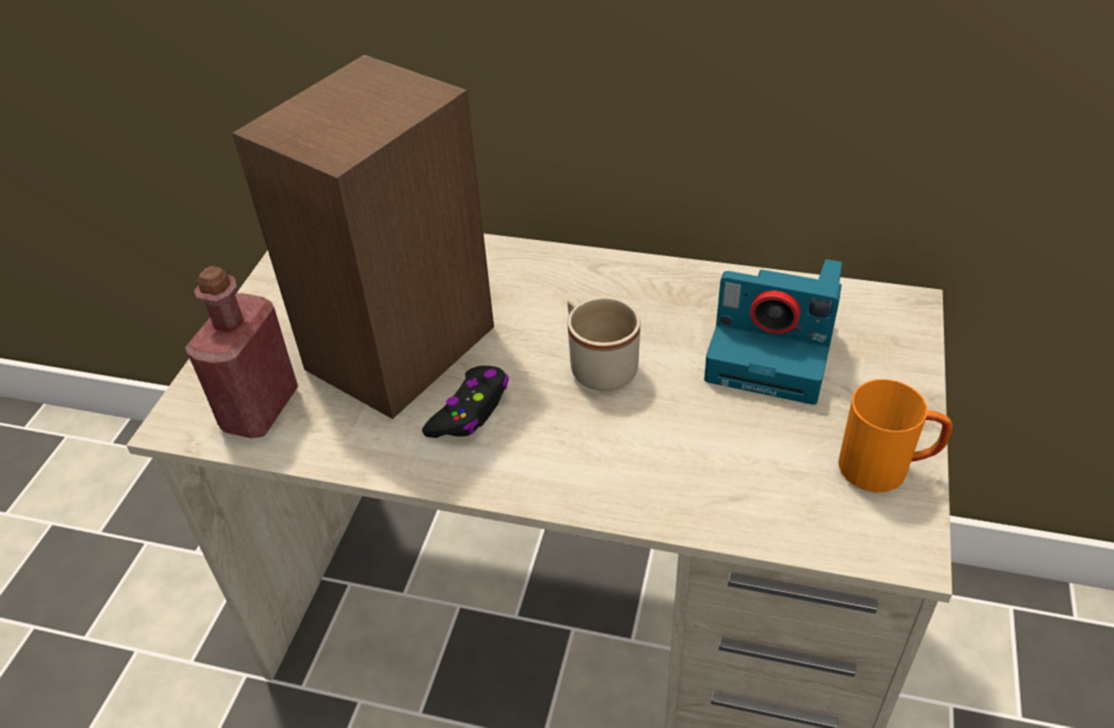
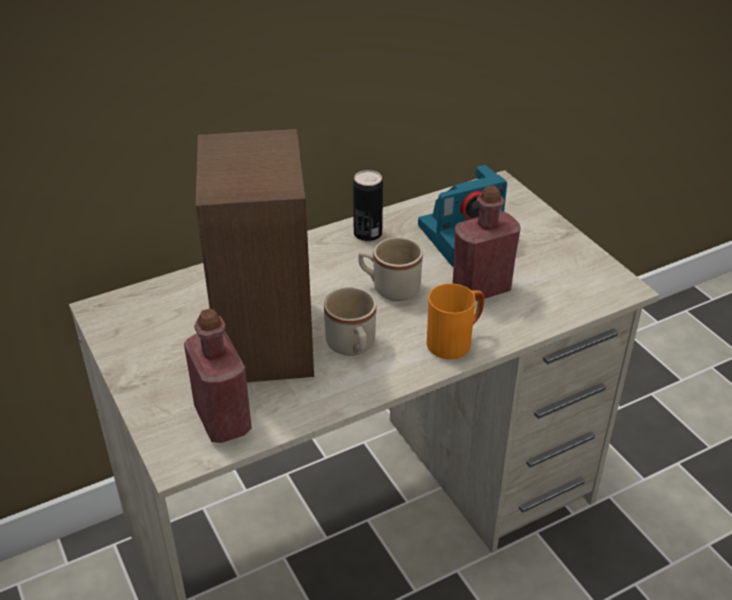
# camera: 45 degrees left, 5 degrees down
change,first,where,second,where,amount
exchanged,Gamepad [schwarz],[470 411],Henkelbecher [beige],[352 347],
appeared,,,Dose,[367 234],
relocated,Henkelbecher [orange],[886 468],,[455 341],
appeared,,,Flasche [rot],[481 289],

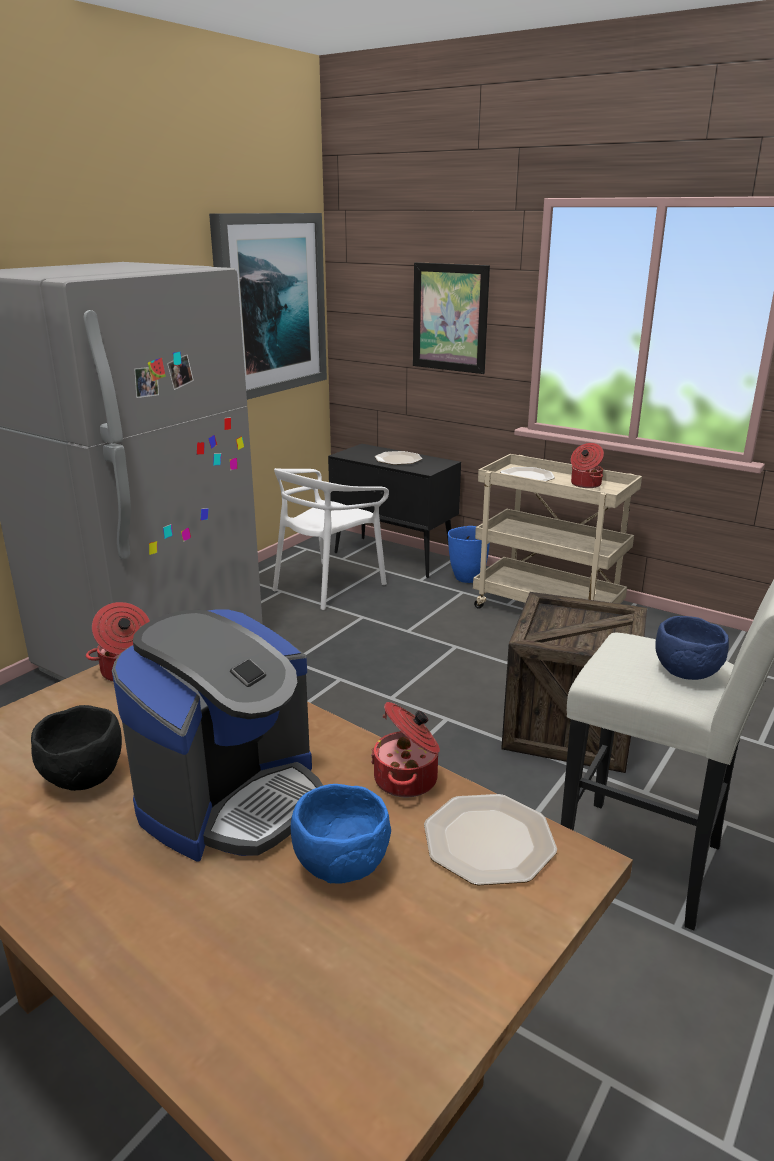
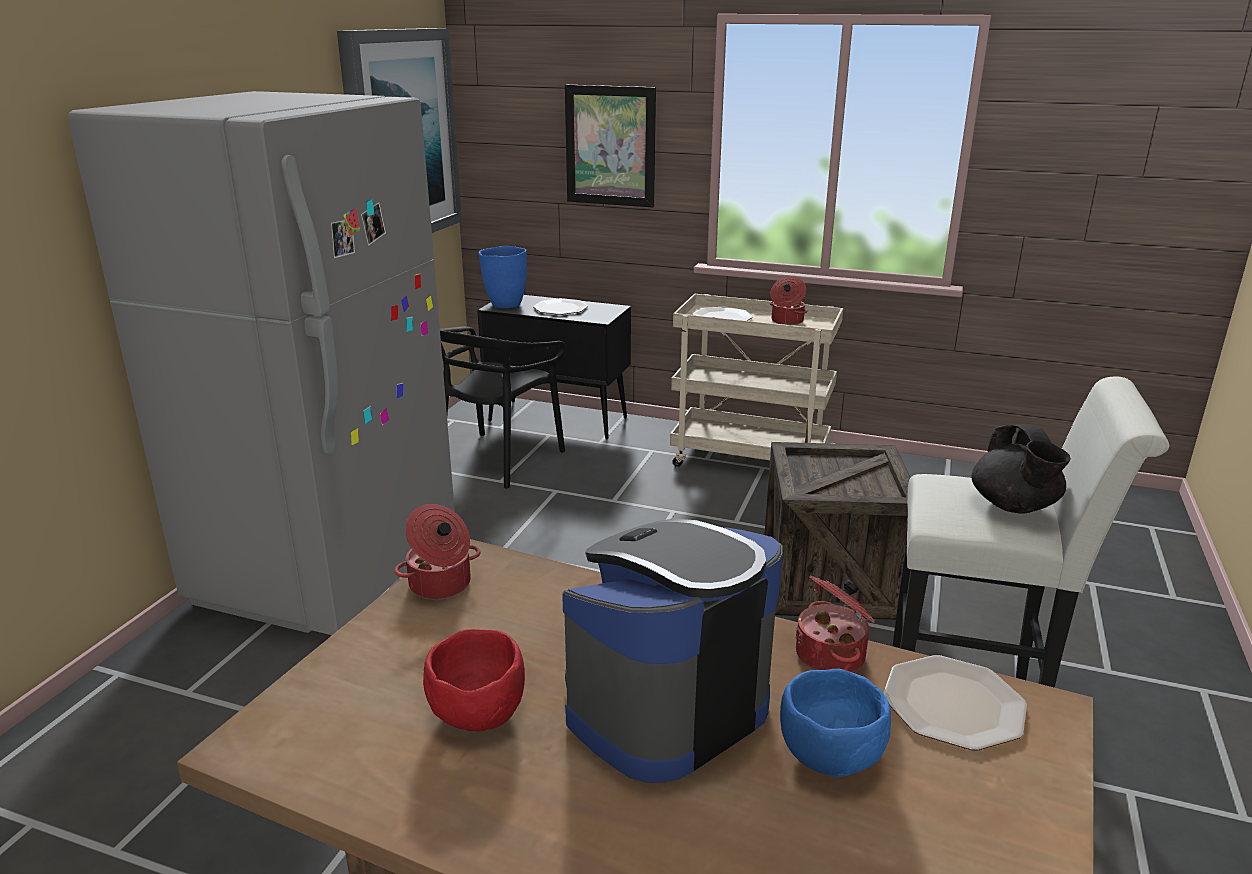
# camera: 15 degrees left, 0 degrees up
change,first,where,second,where,amount
colour,Schüssel [schwarz],[82 776],Schüssel [rot],[476 713],
colour,Stuhl [weiß],[328 585],Stuhl [schwarz],[499 460],
relocated,Vase [blau],[467 578],,[505 305],
spun,Kaffeemaschine,[231 798],,[664 708],150 degrees counterclockwise
exchanged,Schüssel [blau],[685 673],Teekanne [schwarz],[1014 506],

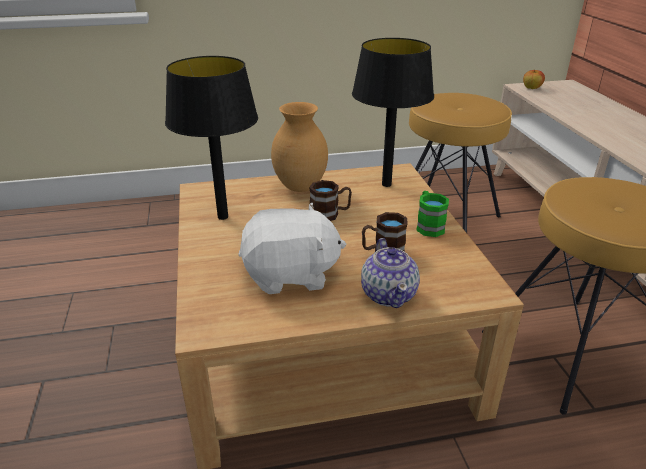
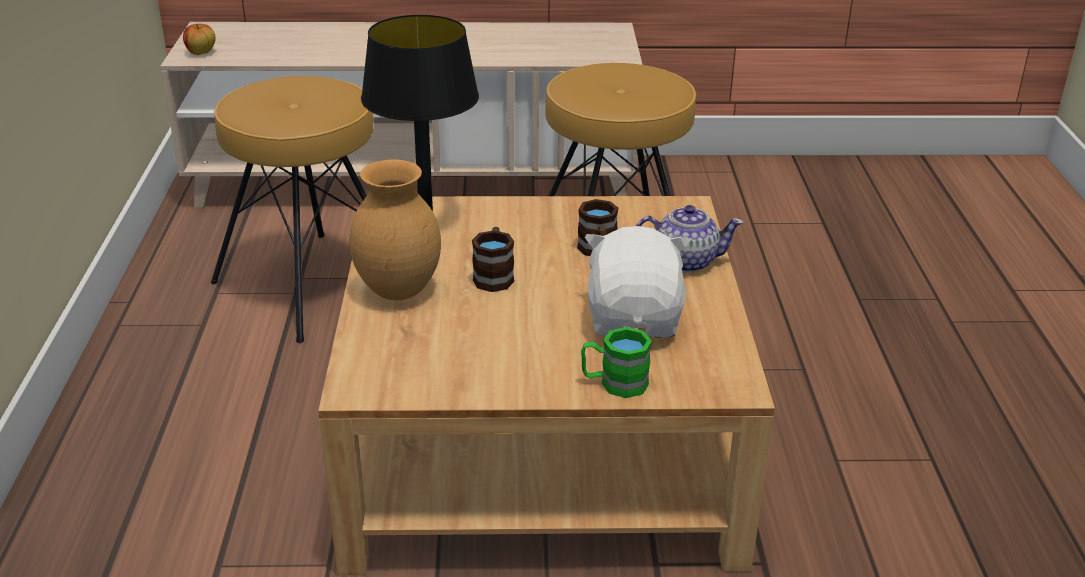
# camera: 80 degrees left, 0 degrees up
change,first,where,second,where,amount
relocated,Henkelbecher [grün],[428 225],,[614 383],
missing,Tischlampe [schwarz],[222 217],,,

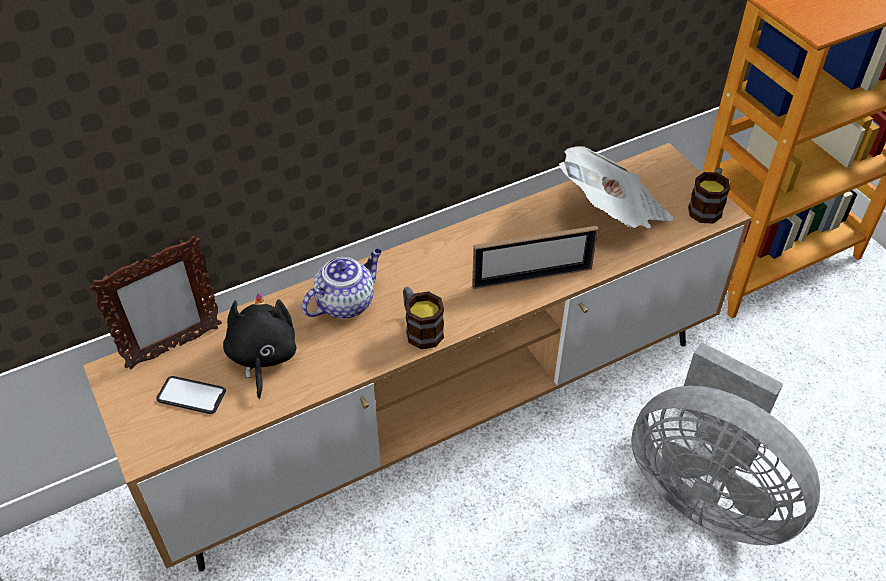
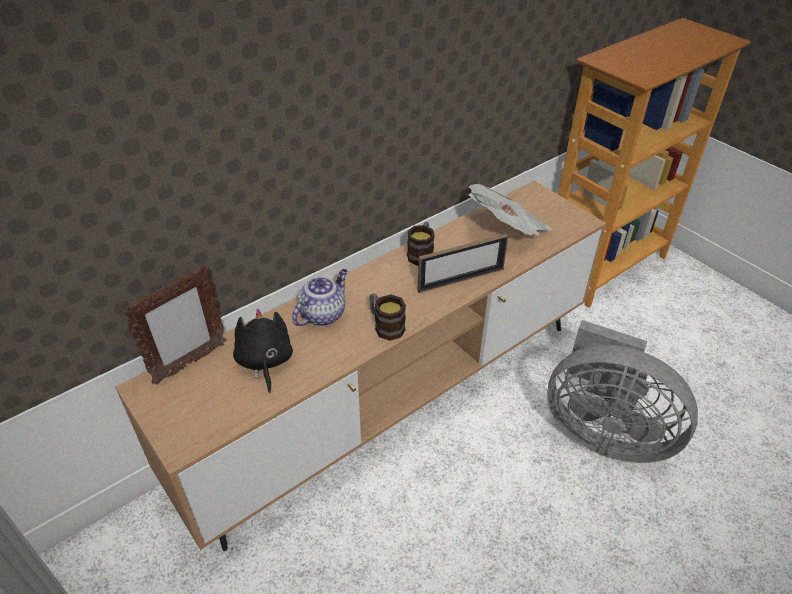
# camera: 10 degrees left, 5 degrees down
change,first,where,second,where,amount
relocated,Henkelbecher,[707 207],,[421 253],
missing,Handy,[191 395],,,

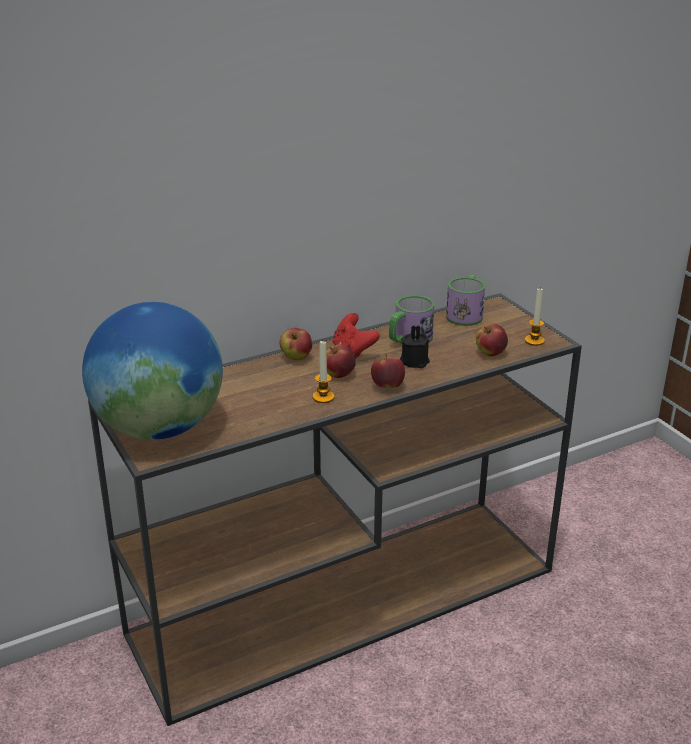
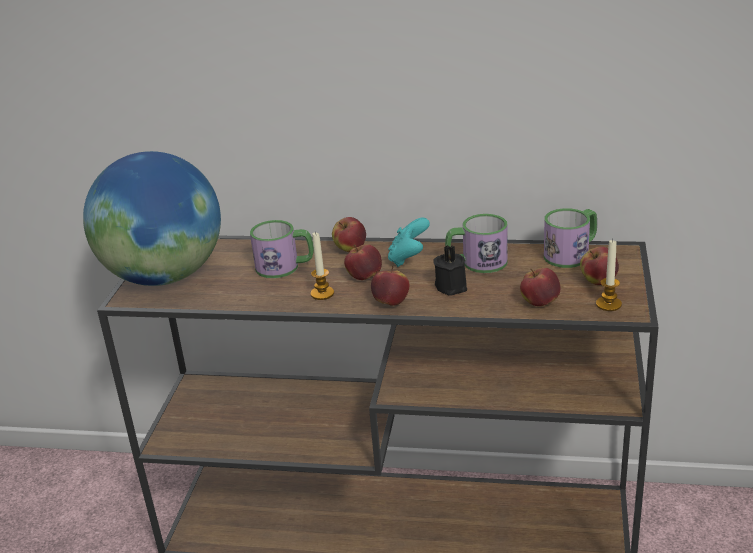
# camera: 40 degrees right, 0 degrees up
change,first,where,second,where,amount
appeared,,,Henkelbecher,[285 267],
colour,Gamepad [rot],[353 351],Gamepad [türkis],[409 258],
appeared,,,Apfel,[598 282],

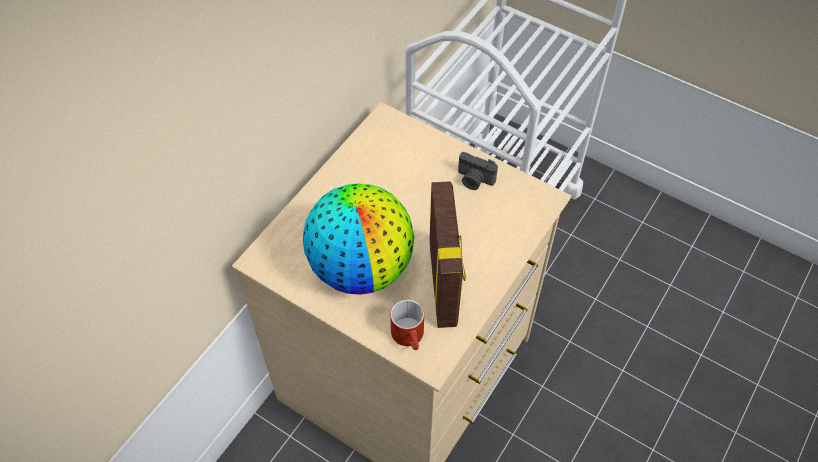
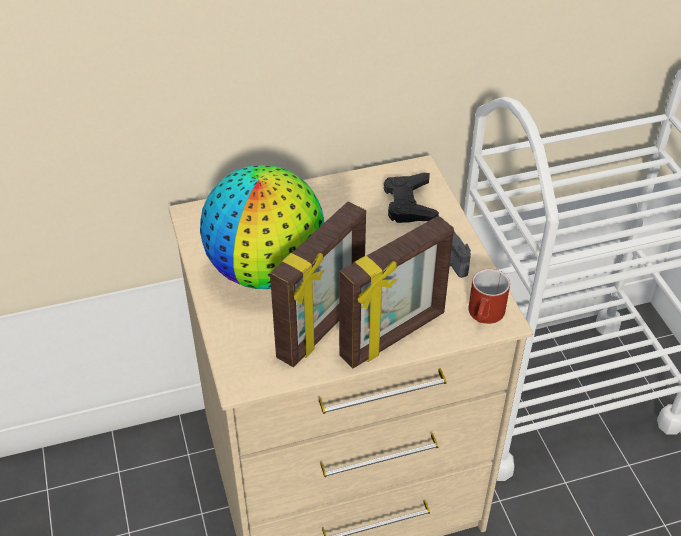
# camera: 40 degrees right, 10 degrees down
change,first,where,second,where,amount
appeared,,,Bilderrahmen,[394 336],
appeared,,,Gamepad [schwarz],[409 203],
relocated,Henkelbecher [rot],[410 337],,[485 316],

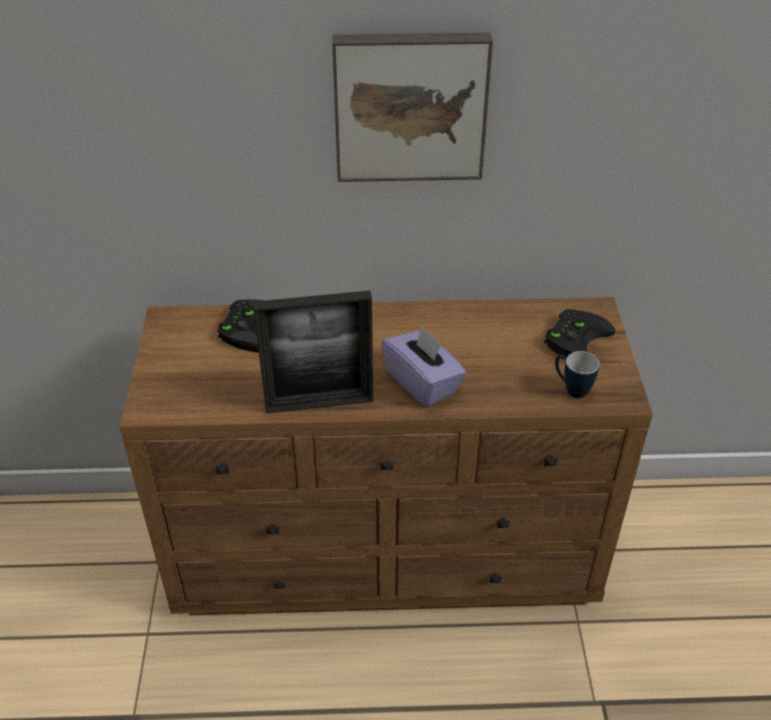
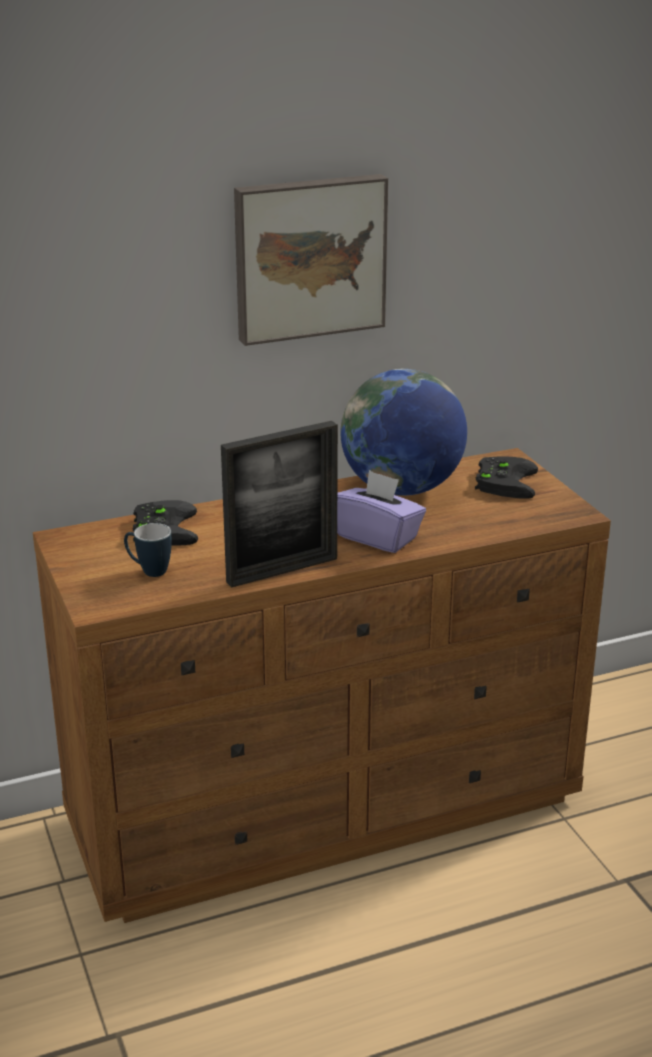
# camera: 20 degrees left, 15 degrees down
change,first,where,second,where,amount
relocated,Henkelbecher,[571 389],,[148 571],
appeared,,,Globus,[401 489],

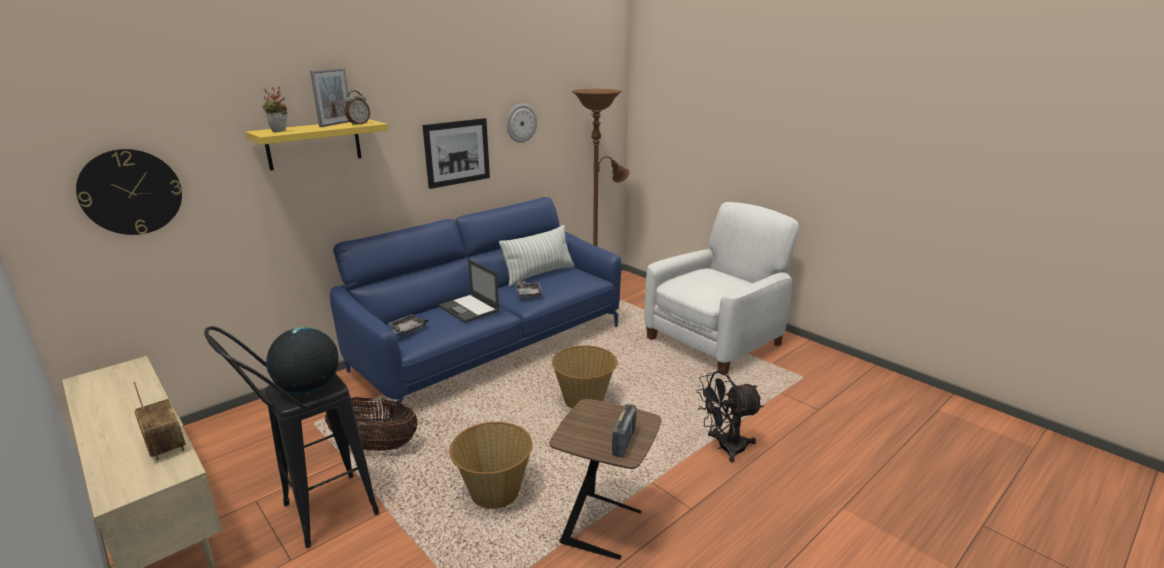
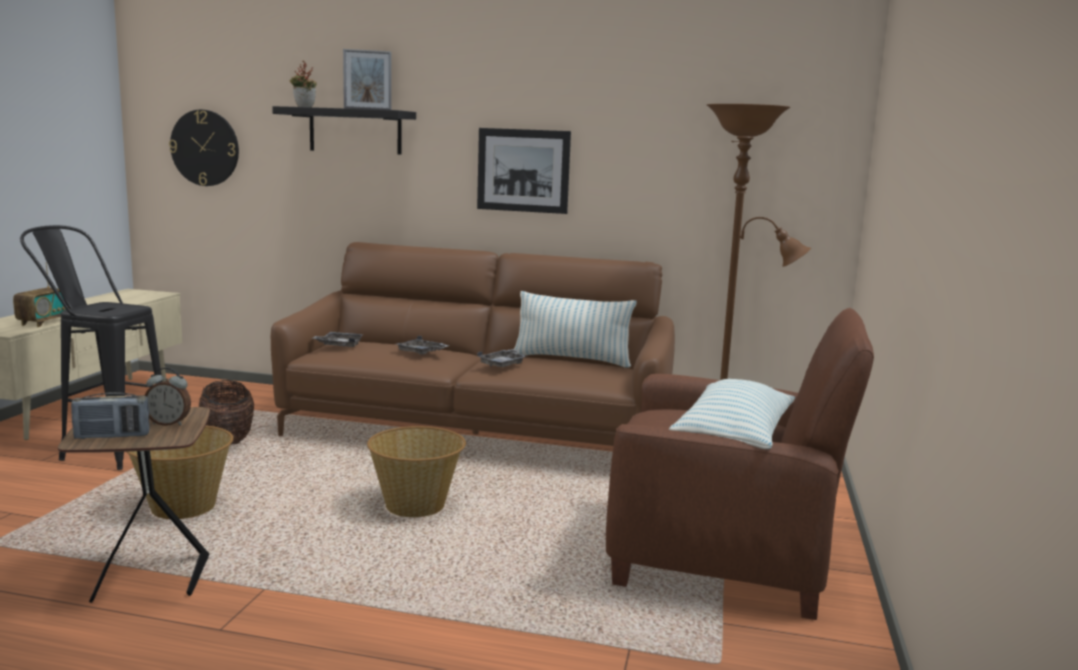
# camera: 55 degrees right, 10 degrees down
change,first,where,second,where,amount
relocated,Wecker,[358 124],,[169 423],
colour,Sofa [blau],[492 348],Sofa [braun],[476 433],
colour,Wandregal [gelb],[314 144],Wandregal [schwarz],[355 131],
exchanged,Laptop,[469 308],Tablett [grau],[421 352],
colour,Sessel [weiß],[715 341],Sessel [braun],[722 557],
appeared,,,Kissen,[733 438],
missing,Globus,[308 388],,,
missing,Wanduhr,[521 123],,,
missing,Ventilator [schwarz],[724 447],,,

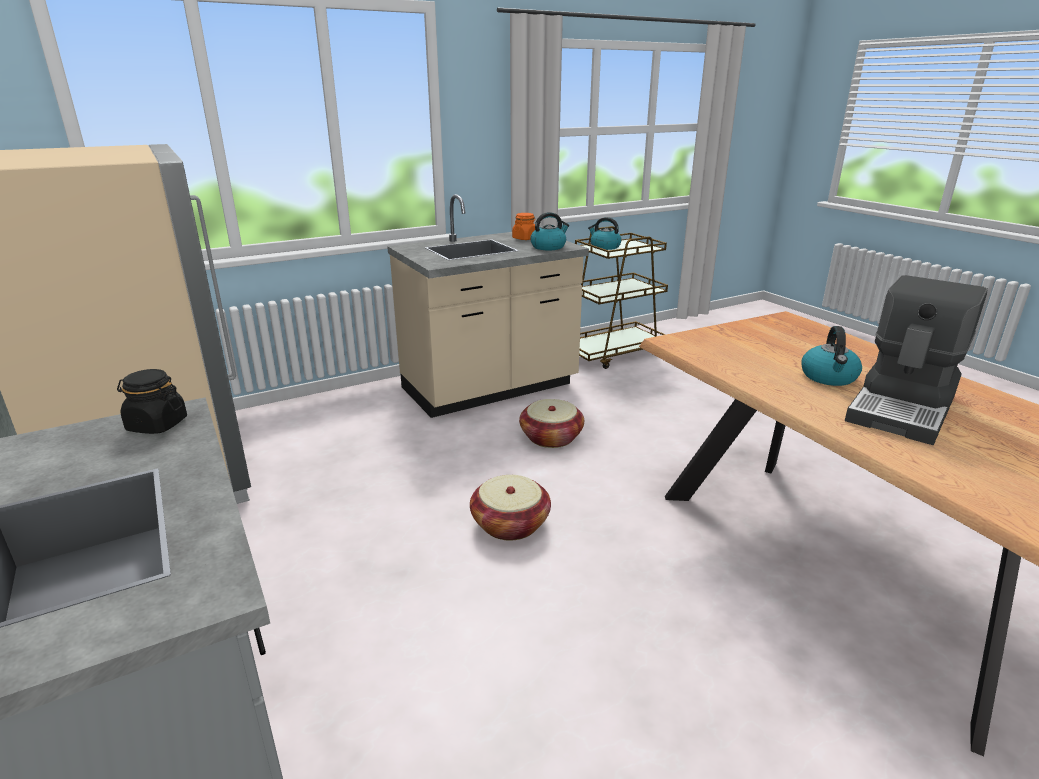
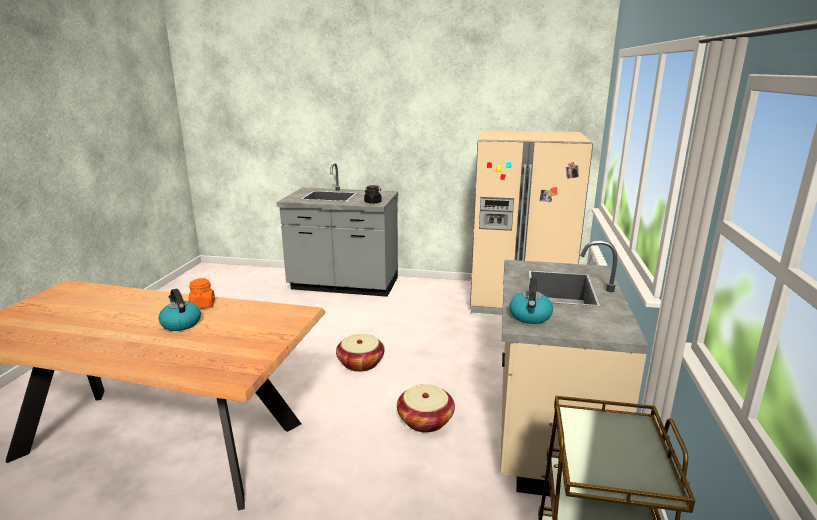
# camera: 130 degrees right, 5 degrees down
change,first,where,second,where,amount
relocated,Vorratsglas [orange],[524 238],,[203 305],
missing,Wasserkessel,[604 247],,,
missing,Kaffeemaschine,[903 408],,,

